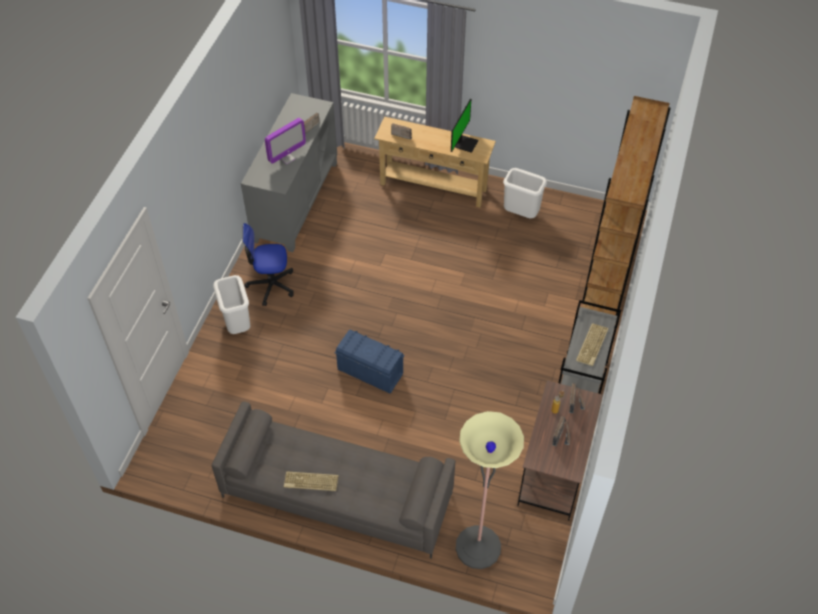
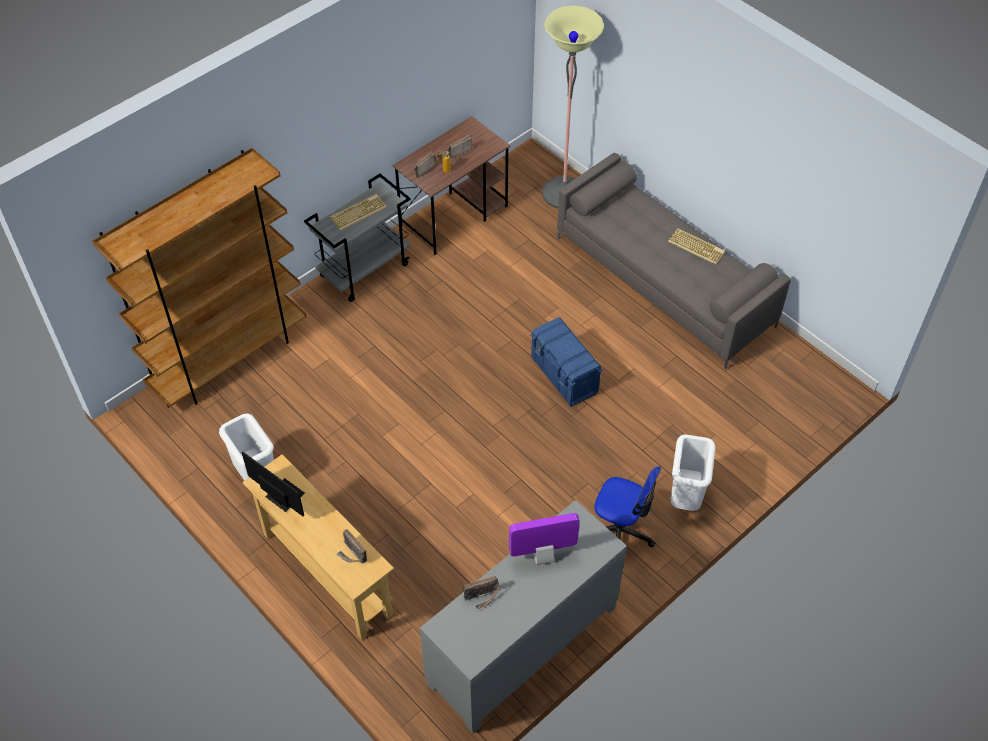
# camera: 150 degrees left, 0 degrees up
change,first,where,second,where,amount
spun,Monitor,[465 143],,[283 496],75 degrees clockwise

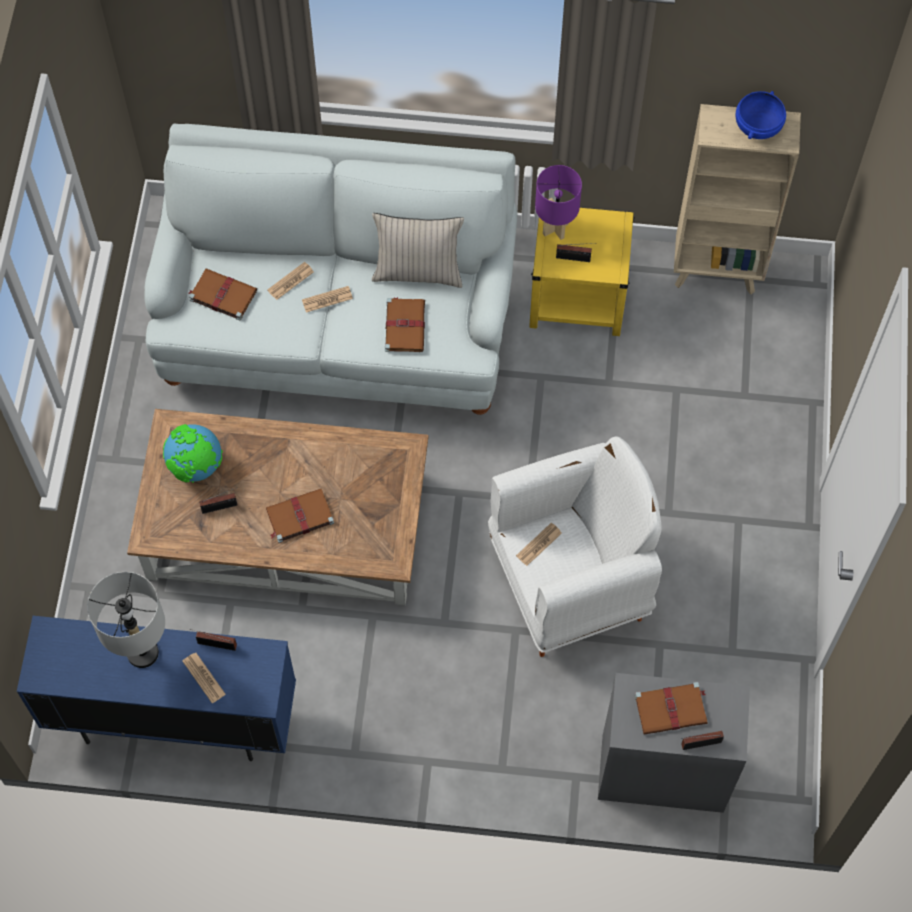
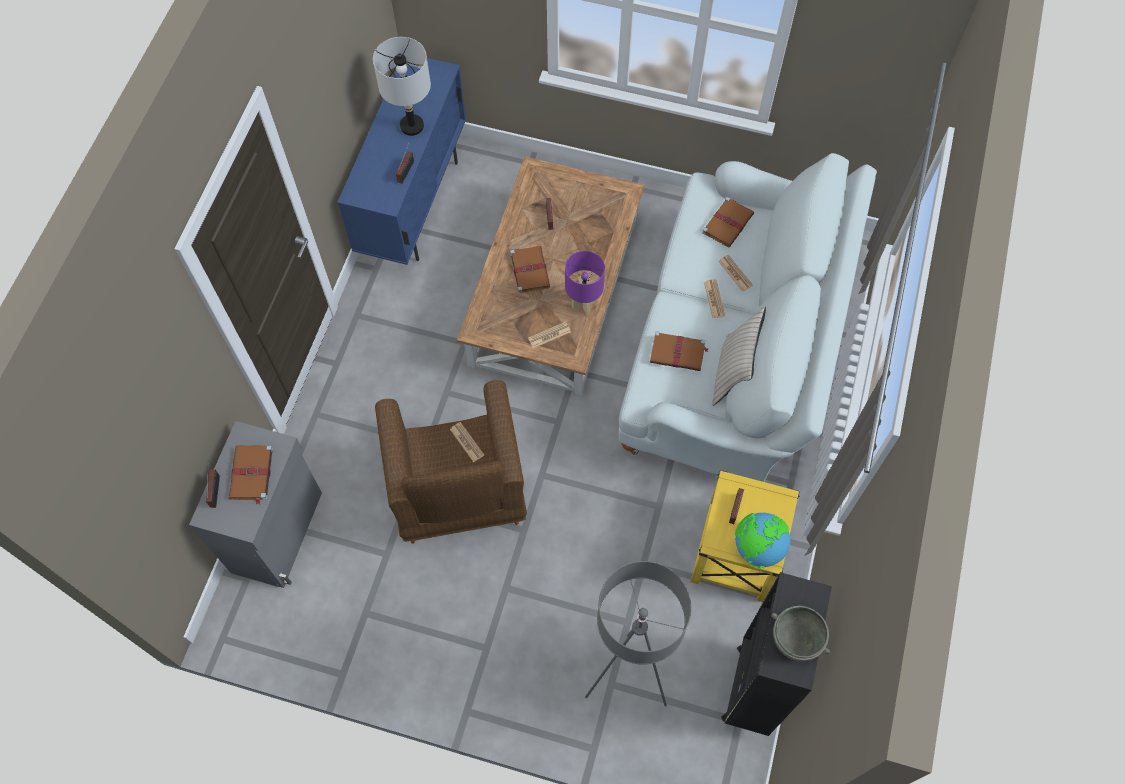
# camera: 100 degrees right, 0 degrees up
change,first,where,second,where,amount
colour,Sessel [weiß],[570 582],Sessel [braun],[458 494],
relocated,Zeitung,[204 678],,[549 335],
relocated,Tischlampe [lila],[555 229],,[583 305],
appeared,,,Stehlampe [grau],[627 680],
colour,Bücherregal [beige],[717 271],Bücherregal [schwarz],[751 690],
relocated,Globus,[196 466],,[757 548],
colour,Schüssel [blau],[757 126],Schüssel [grau],[797 638],

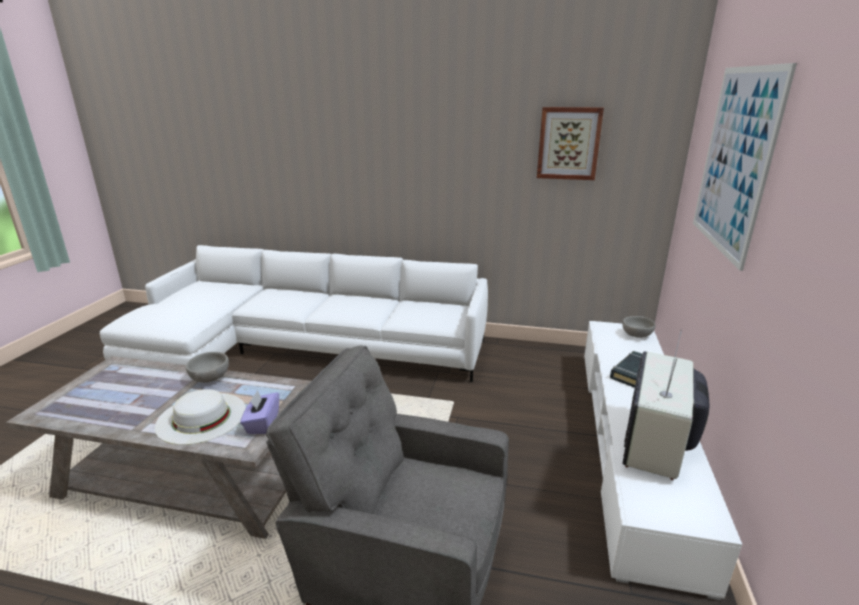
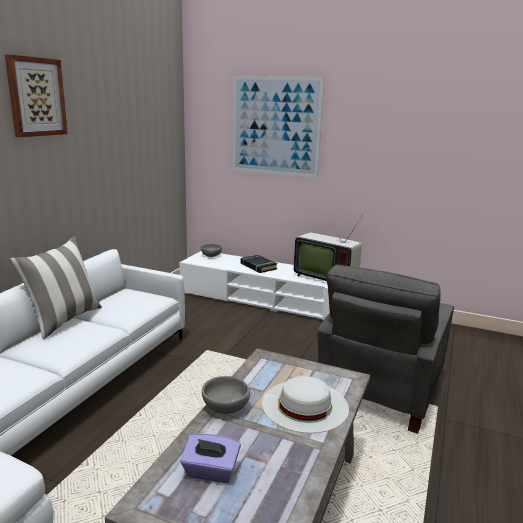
# camera: 80 degrees left, 5 degrees down
change,first,where,second,where,amount
relocated,Bild,[568 143],,[36 97],
appeared,,,Kissen,[64 320],
relocated,Taschentuchbox [lila],[262 423],,[210 472],

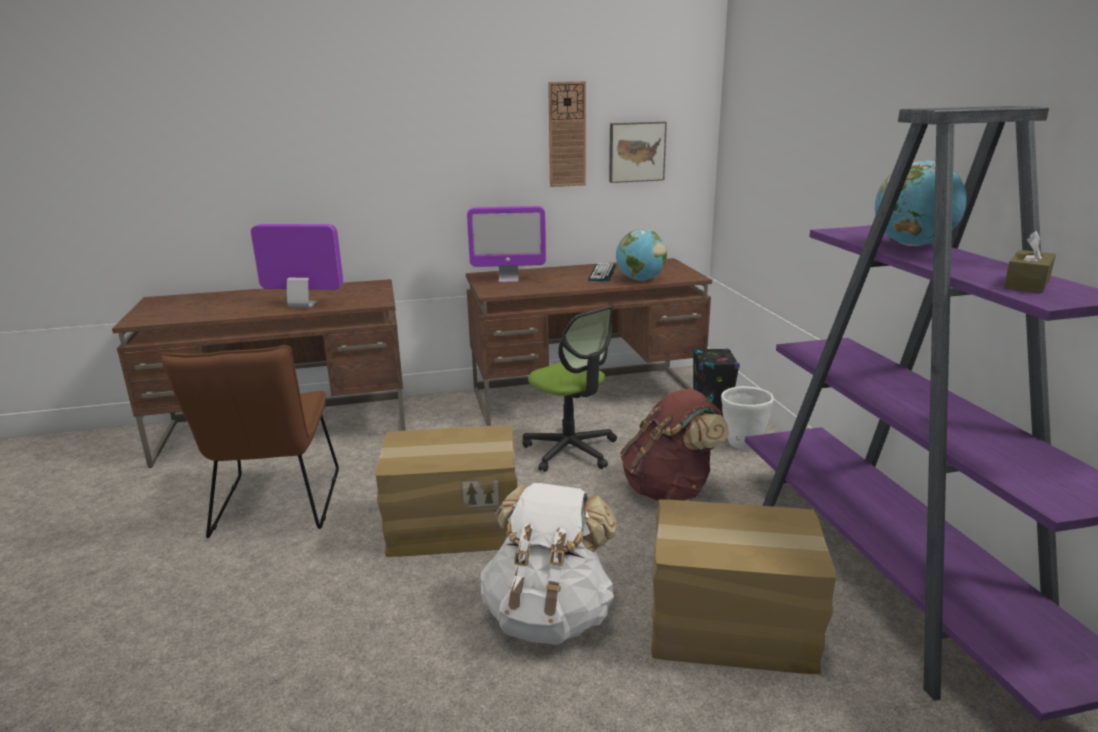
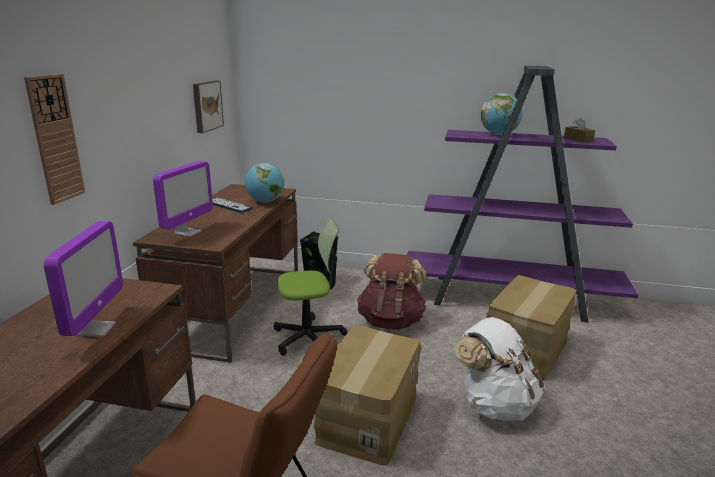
# camera: 65 degrees left, 0 degrees up
change,first,where,second,where,amount
relocated,Wanduhr,[567 135],,[55 139],
spun,Monitor,[303 305],,[95 329],150 degrees clockwise
missing,Pflanzkübel [weiß],[742 443],,,

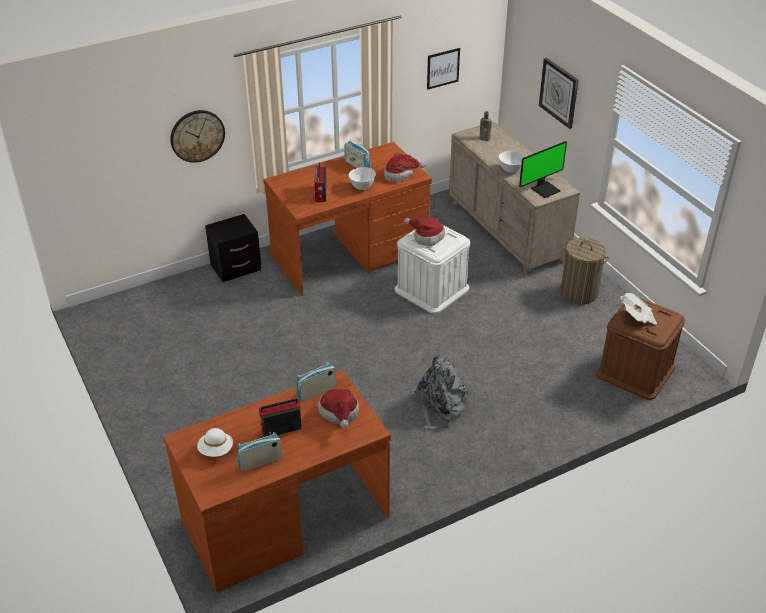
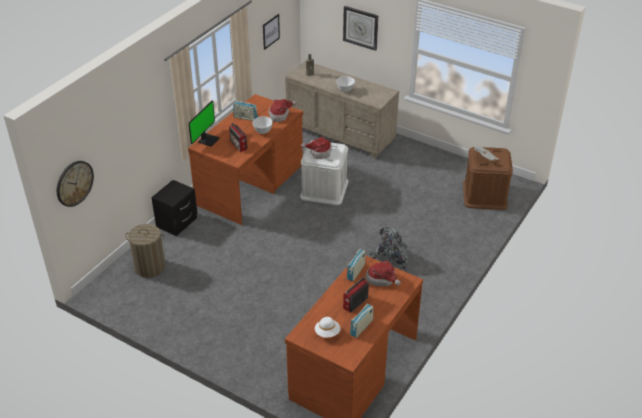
# camera: 30 degrees left, 0 degrees up
change,first,where,second,where,amount
relocated,Wanduhr,[197 136],,[74 183],
relocated,Wäschekorb,[579 293],,[150 267],
relocated,Monitor,[545 189],,[208 140],

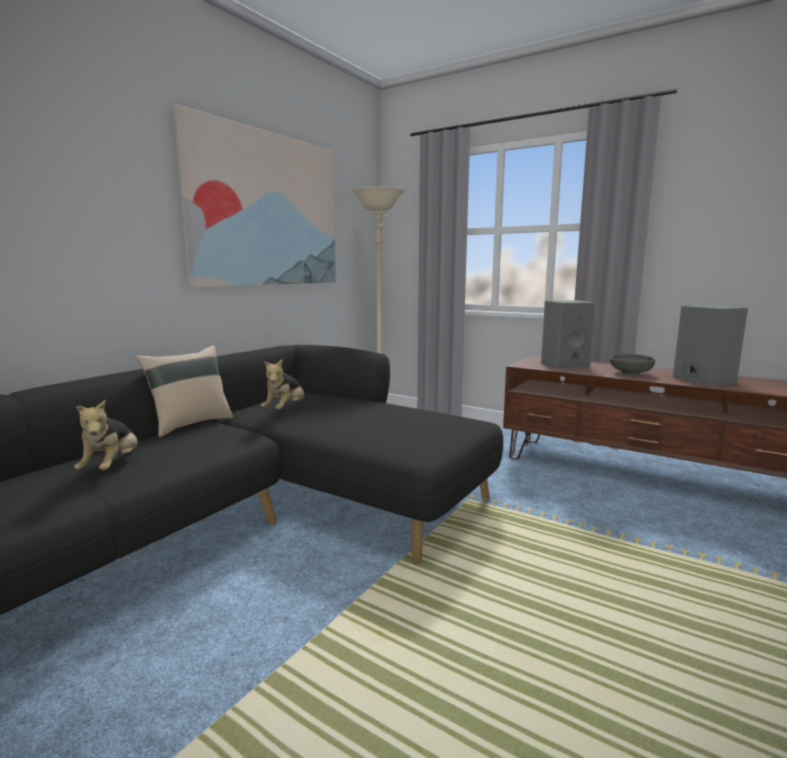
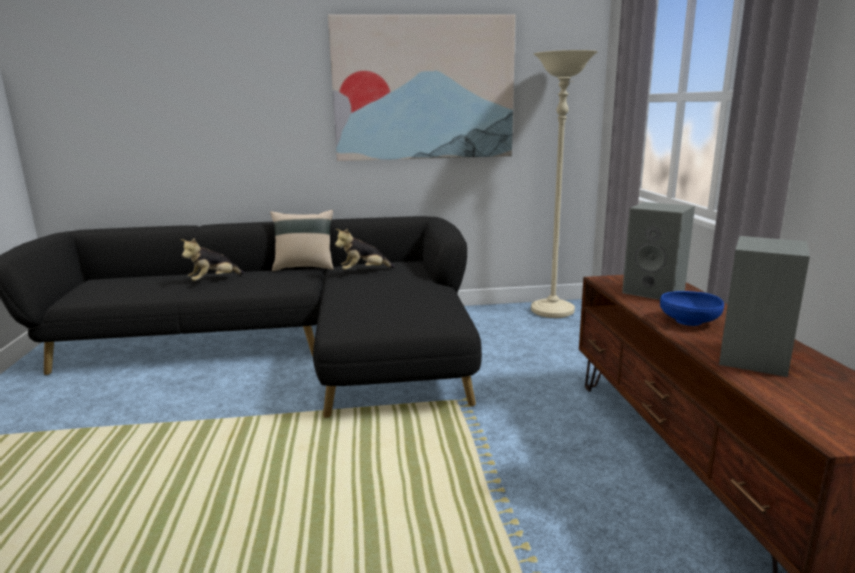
# camera: 50 degrees right, 5 degrees up
change,first,where,second,where,amount
colour,Schüssel [grau],[631 373],Schüssel [blau],[689 321],

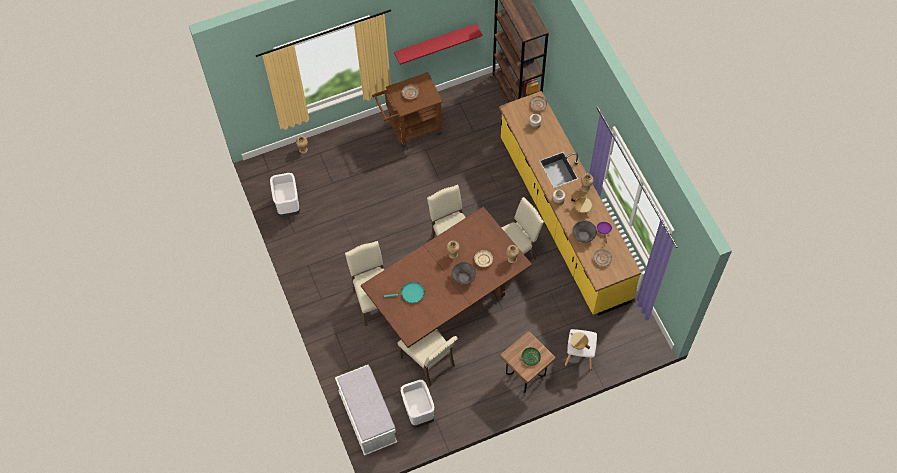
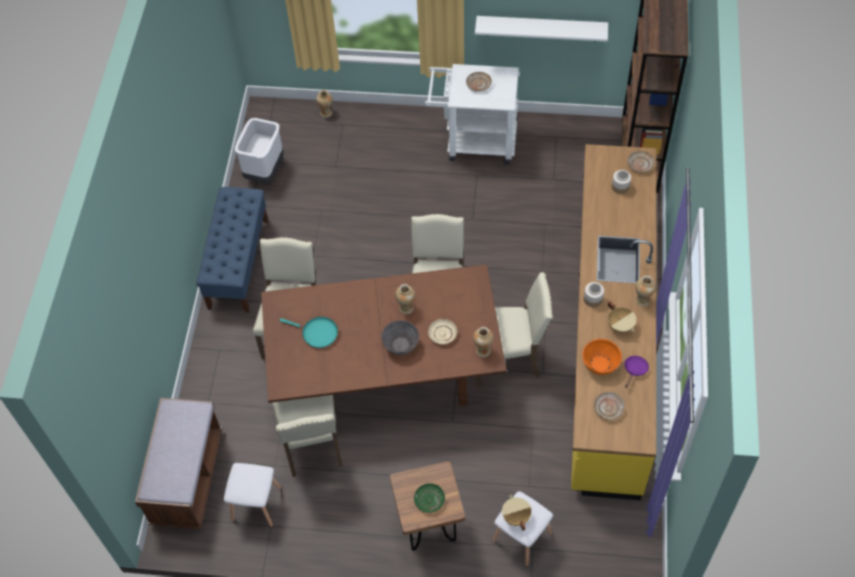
# camera: 30 degrees right, 5 degrees down
change,first,where,second,where,amount
colour,Bank [weiß],[367 418],Bank [braun],[187 478],
appeared,,,Bank [blau],[238 263],
exchanged,Mülleimer [weiß],[419 412],Hocker [weiß],[256 505],
colour,Rollwagen [braun],[410 128],Rollwagen [weiß],[474 142],
colour,Wandregal [rot],[435 42],Wandregal [weiß],[541 28],
colour,Schüssel [grau],[583 236],Schüssel [orange],[600 364],

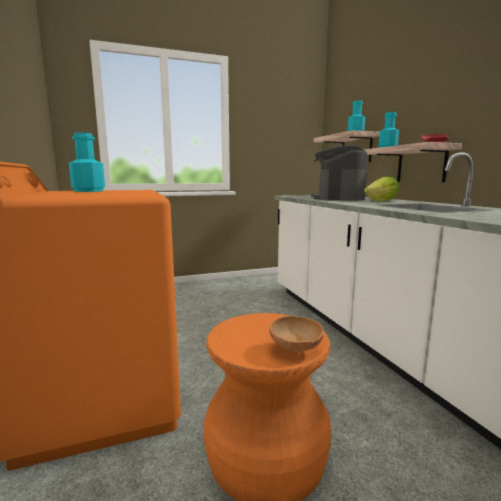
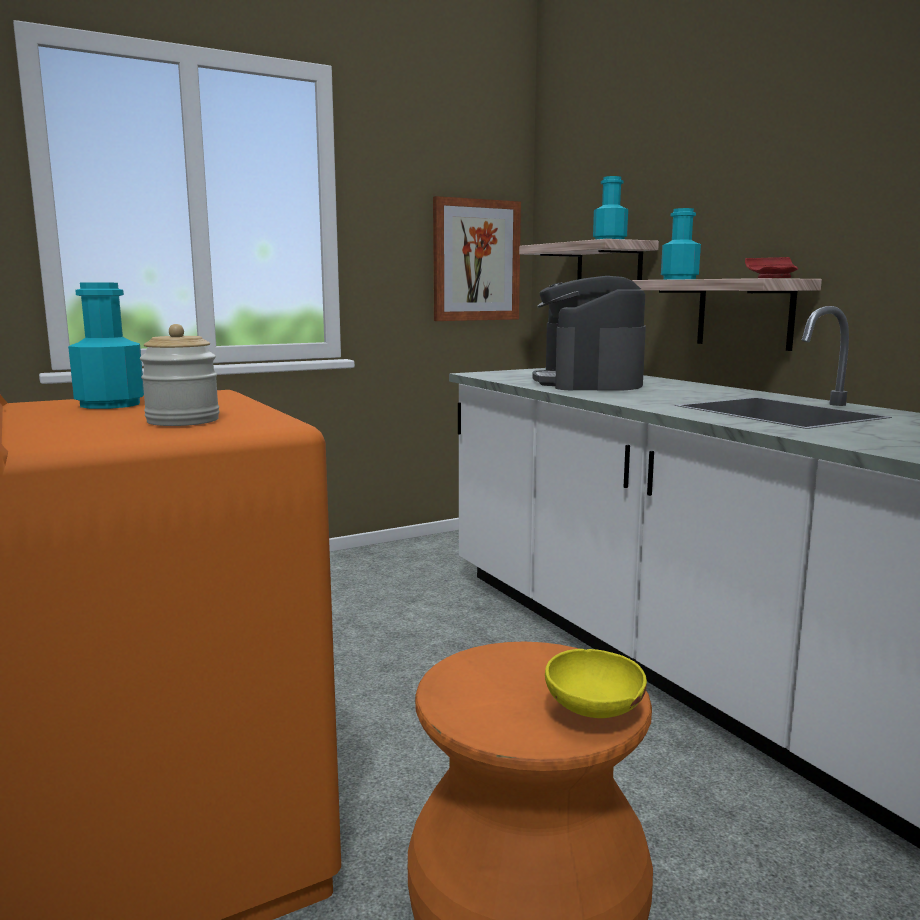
# camera: 10 degrees left, 0 degrees up
change,first,where,second,where,amount
appeared,,,Vorratsglas,[183 421],
appeared,,,Bild,[476 260],
colour,Schüssel [braun],[295 349],Schüssel [gelb],[593 713],
missing,Salatkopf,[382 201],,,

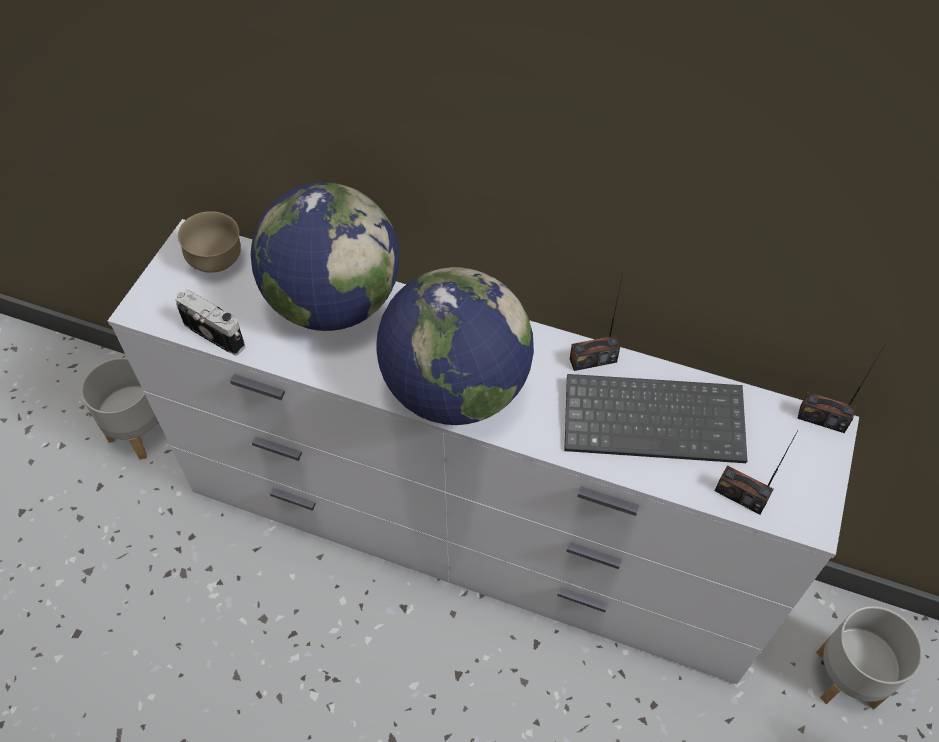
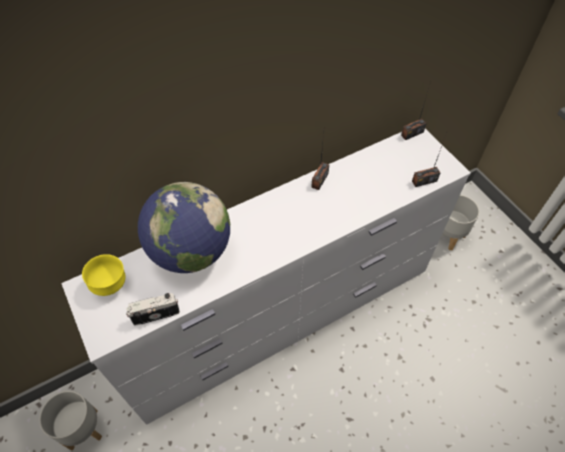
# camera: 50 degrees left, 0 degrees up
change,first,where,second,where,amount
colour,Schüssel [braun],[217 263],Schüssel [gelb],[110 285],
missing,Globus,[455 390],,,
missing,Tastatur,[656 418],,,

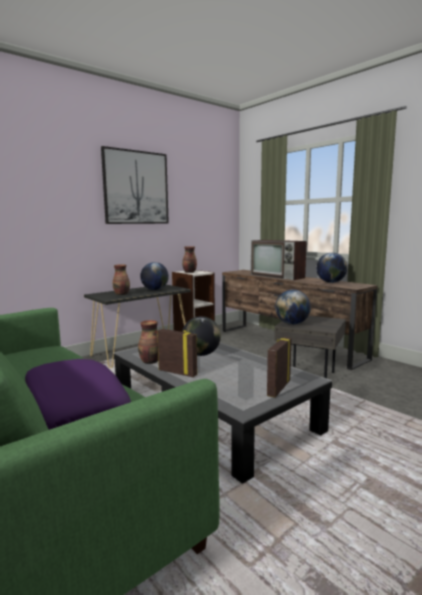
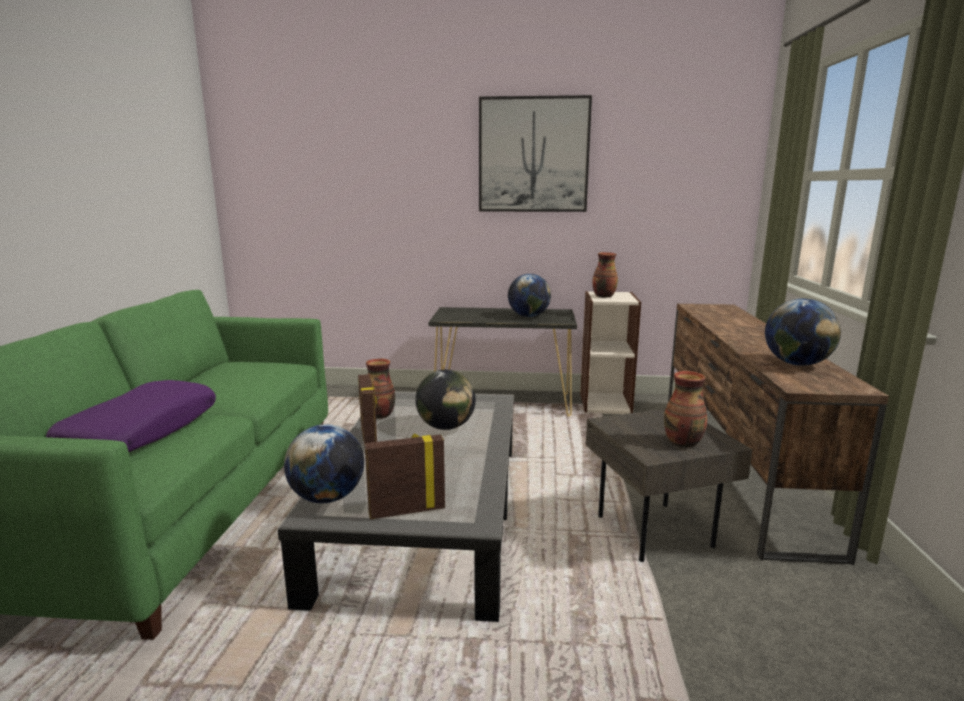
# camera: 45 degrees right, 5 degrees up
change,first,where,second,where,amount
relocated,Globus,[292 324],,[327 498],
relocated,Vase,[122 294],,[683 443],
missing,Fernseher,[278 276],,,

